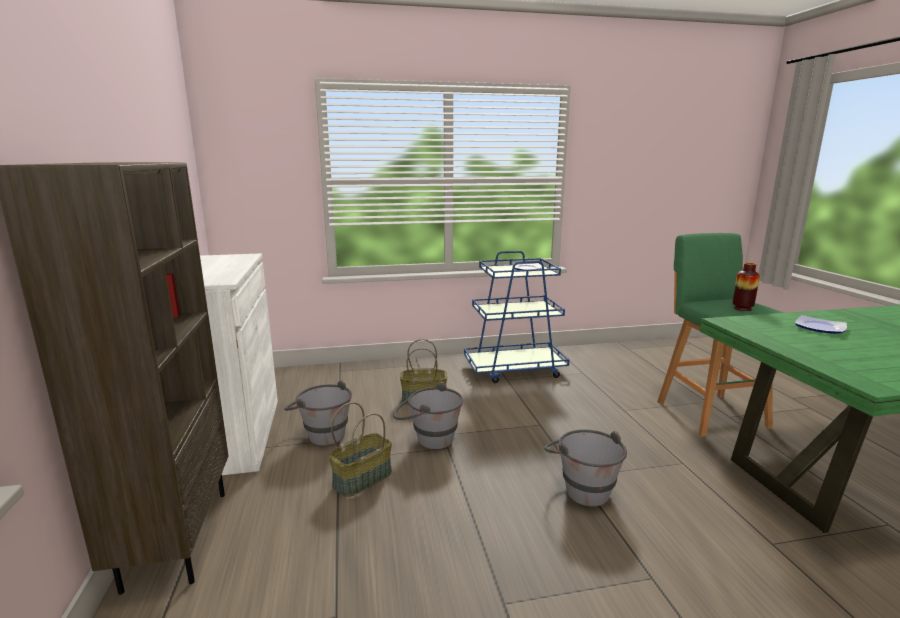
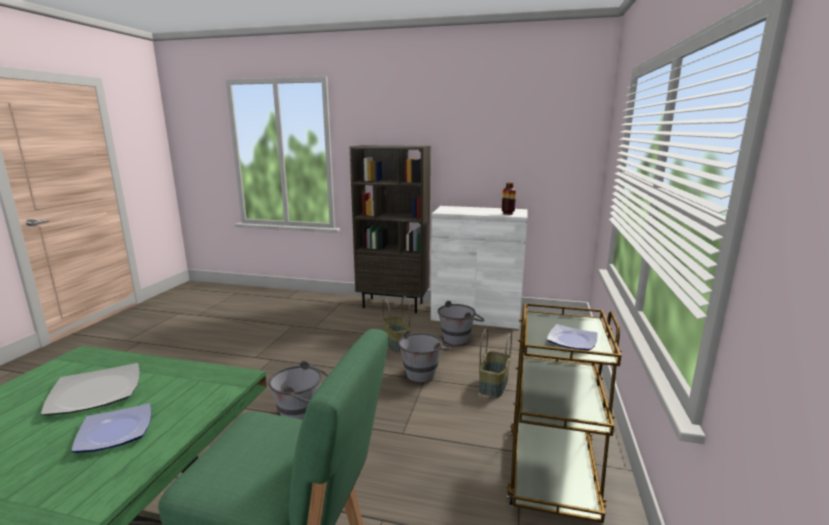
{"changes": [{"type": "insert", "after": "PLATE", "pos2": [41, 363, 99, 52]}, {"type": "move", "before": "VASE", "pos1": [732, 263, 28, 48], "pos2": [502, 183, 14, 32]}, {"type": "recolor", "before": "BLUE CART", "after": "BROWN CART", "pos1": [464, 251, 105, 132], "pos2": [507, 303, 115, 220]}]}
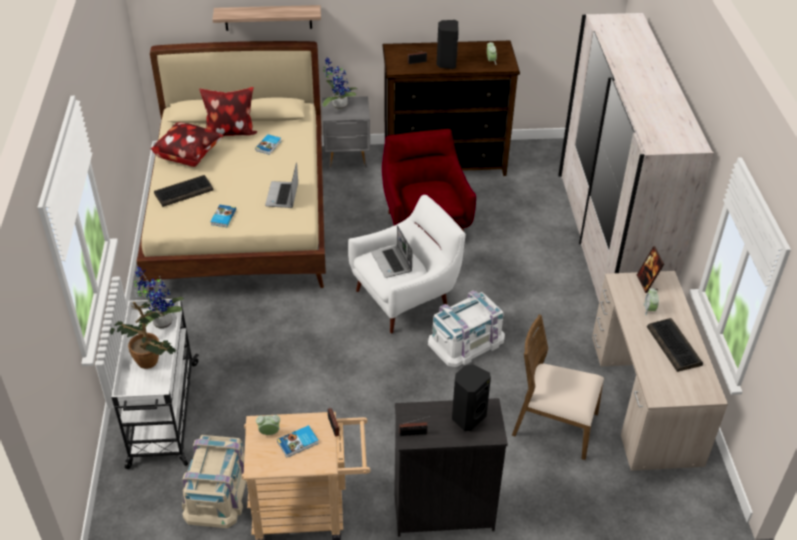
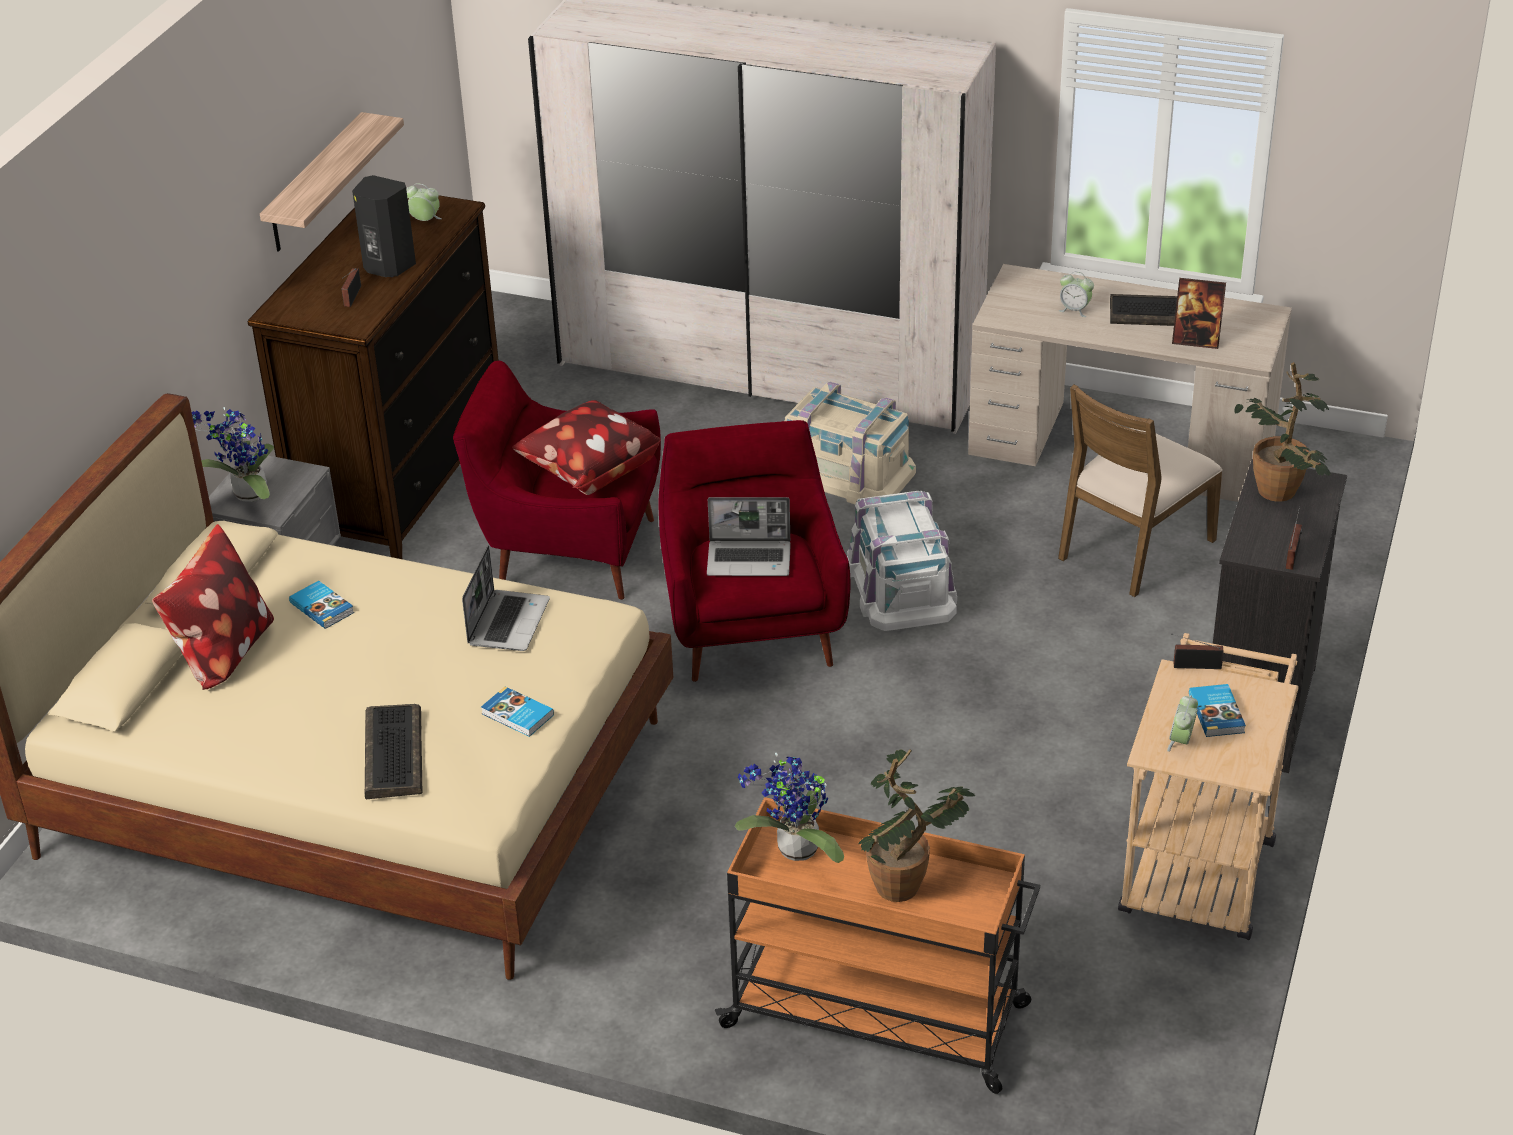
{"changes": [{"type": "move", "before": "SHELF", "pos1": [212, 5, 109, 26], "pos2": [260, 112, 144, 140]}, {"type": "rotate", "before": "LAPTOP", "pos1": [265, 162, 33, 46], "pos2": [462, 546, 88, 105], "turn": -105}, {"type": "move", "before": "PILLOW", "pos1": [151, 122, 73, 45], "pos2": [512, 400, 149, 95]}, {"type": "recolor", "before": "WHITE ARMCHAIR", "after": "RED ARMCHAIR", "pos1": [348, 195, 118, 138], "pos2": [659, 420, 191, 262]}, {"type": "recolor", "before": "WHITE CART", "after": "ORANGE CART", "pos1": [111, 299, 88, 170], "pos2": [715, 797, 325, 297]}, {"type": "move", "before": "BEIGE STORAGE BOX", "pos1": [182, 435, 65, 93], "pos2": [785, 382, 131, 122]}, {"type": "move", "before": "PICTURE FRAME", "pos1": [637, 246, 27, 47], "pos2": [1172, 278, 54, 71]}, {"type": "replace", "before": "BLACK SPEAKER", "after": "POTTED PLANT", "pos1": [452, 364, 39, 67], "pos2": [1234, 362, 97, 140]}]}
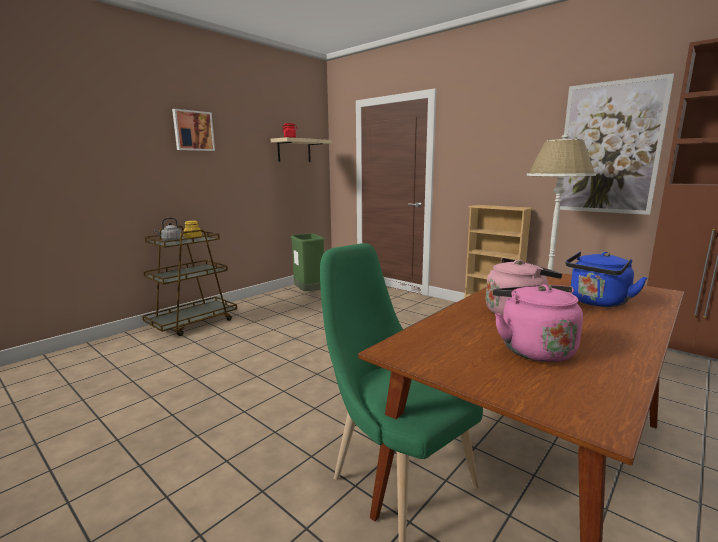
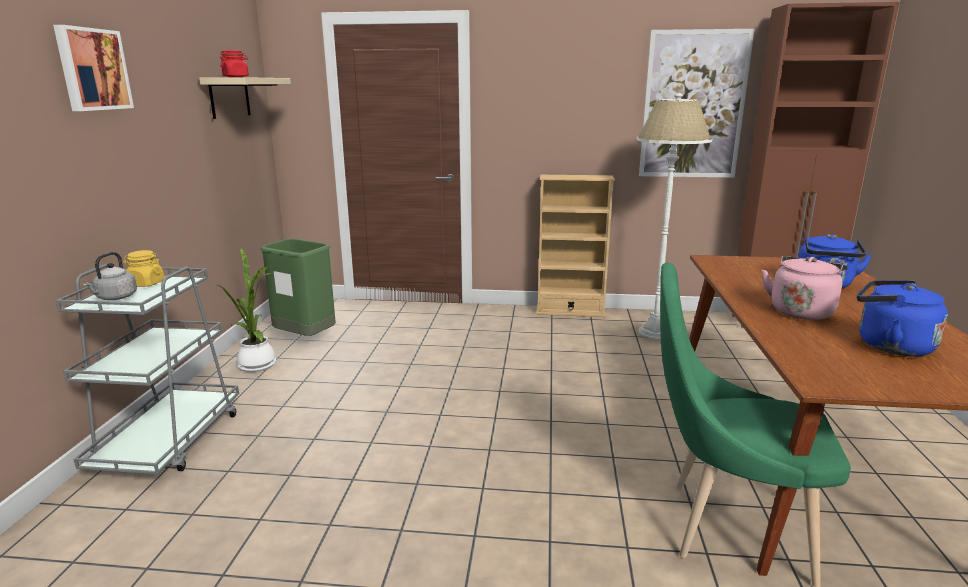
{"changes": [{"type": "recolor", "before": "BROWN CART", "after": "GREY CART", "pos1": [142, 226, 95, 110], "pos2": [55, 264, 184, 210]}, {"type": "insert", "after": "POTTED PLANT", "pos2": [218, 248, 58, 124]}, {"type": "recolor", "before": "PINK KETTLE", "after": "BLUE KETTLE", "pos1": [493, 284, 90, 78], "pos2": [857, 280, 91, 76]}]}
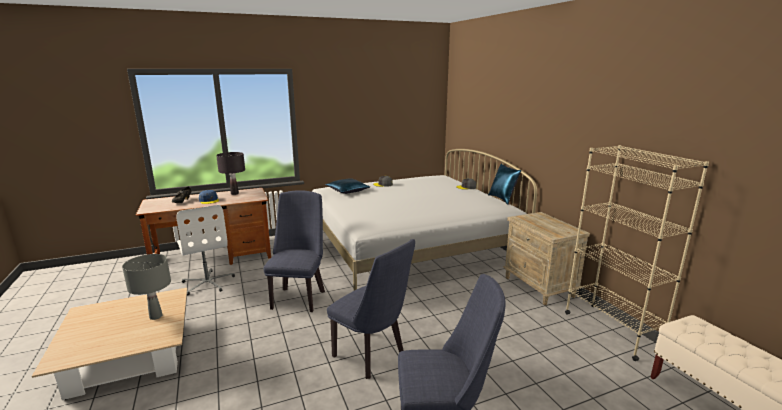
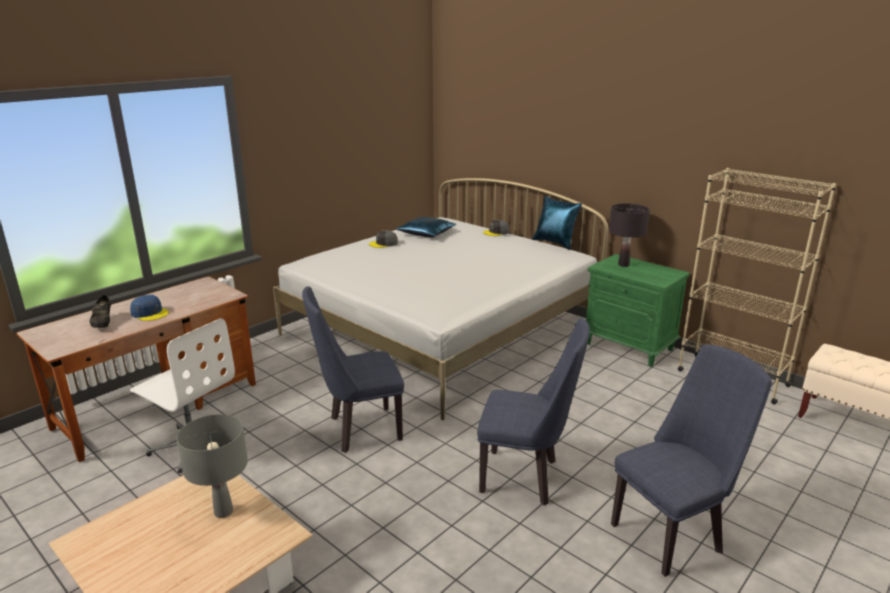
{"changes": [{"type": "rotate", "before": "BLUE CHAIR", "pos1": [264, 190, 61, 122], "pos2": [302, 287, 102, 166], "turn": -90}, {"type": "move", "before": "BLUE PILLOW", "pos1": [325, 178, 45, 16], "pos2": [396, 216, 60, 21]}, {"type": "recolor", "before": "BEIGE NIGHTSTAND", "after": "GREEN NIGHTSTAND", "pos1": [503, 212, 87, 93], "pos2": [586, 254, 103, 113]}, {"type": "move", "before": "BLACK TABLE LAMP", "pos1": [216, 152, 29, 43], "pos2": [609, 204, 41, 63]}]}
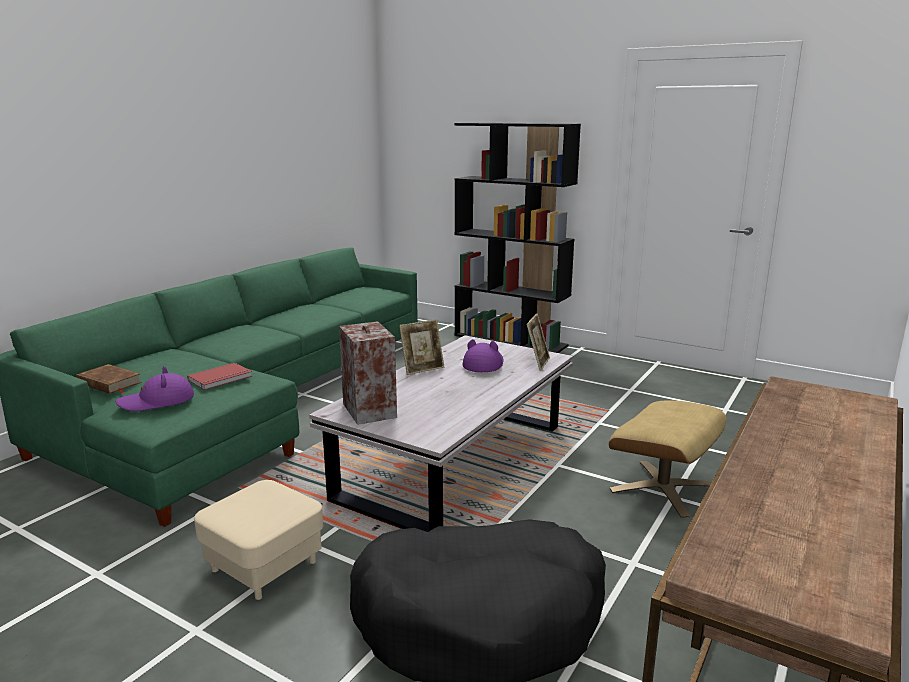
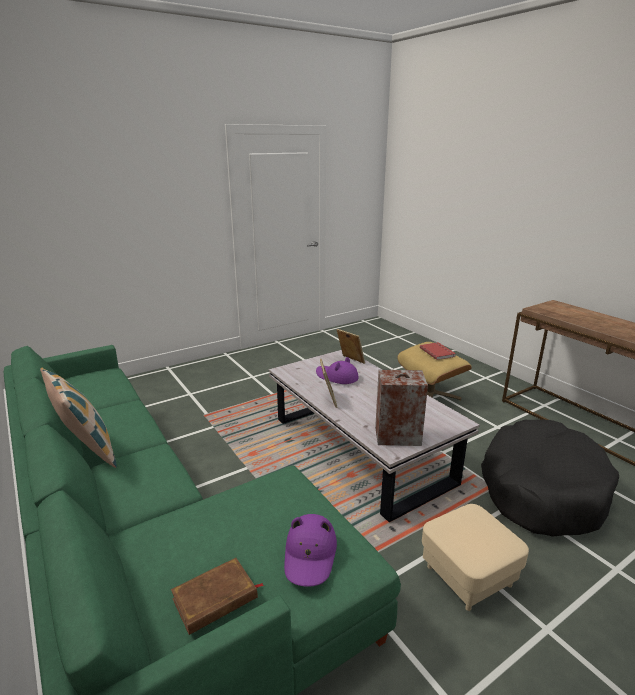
{"changes": [{"type": "insert", "after": "PILLOW", "pos2": [40, 367, 77, 101]}, {"type": "move", "before": "RED BOOK", "pos1": [187, 363, 65, 27], "pos2": [420, 342, 36, 18]}, {"type": "delete", "before": "BLACK BOOKCASE", "pos1": [455, 123, 126, 230]}]}
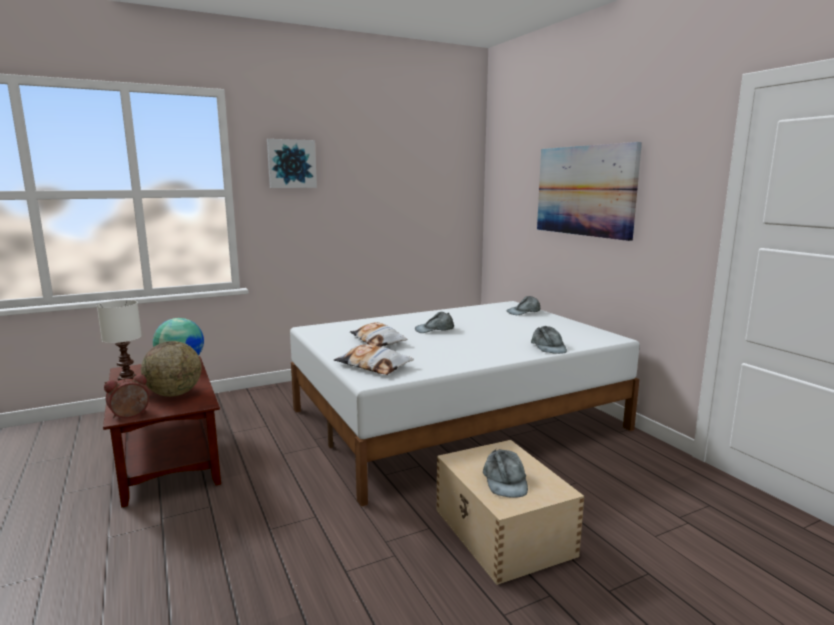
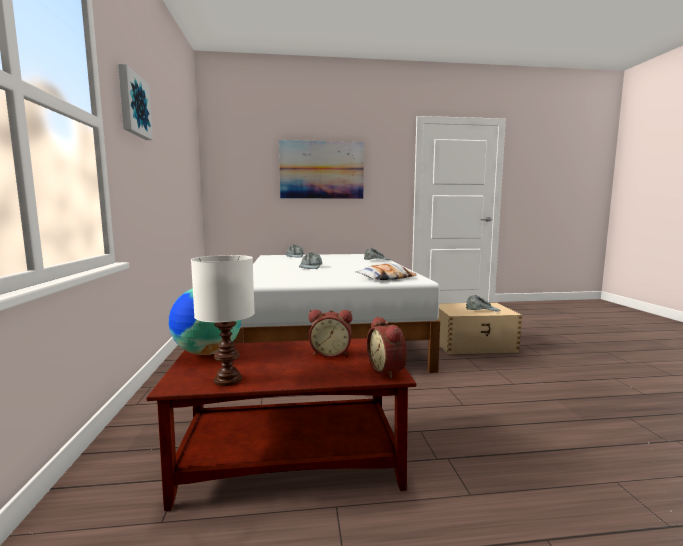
{"changes": [{"type": "replace", "before": "GLOBE", "after": "ALARM CLOCK", "pos1": [141, 341, 60, 56], "pos2": [309, 310, 43, 48]}, {"type": "delete", "before": "PILLOW", "pos1": [350, 322, 57, 25]}]}
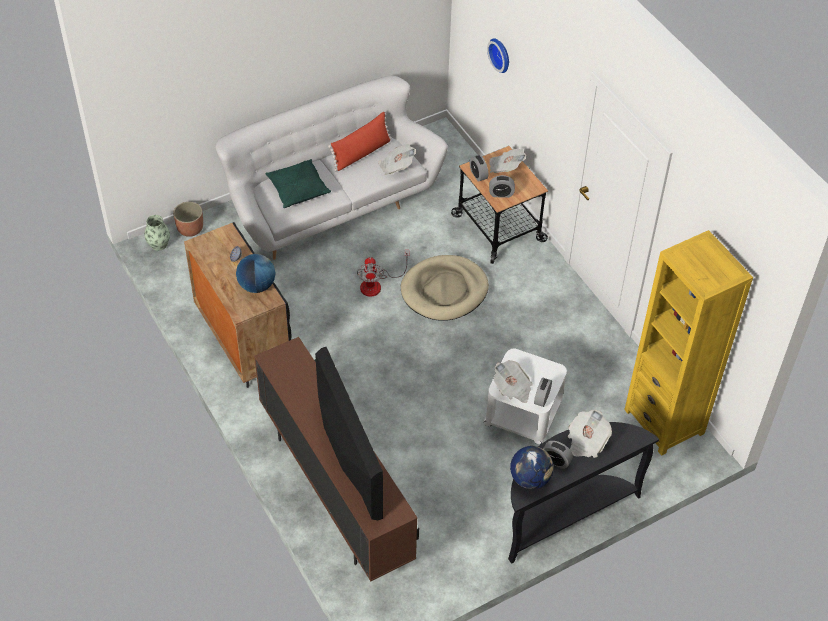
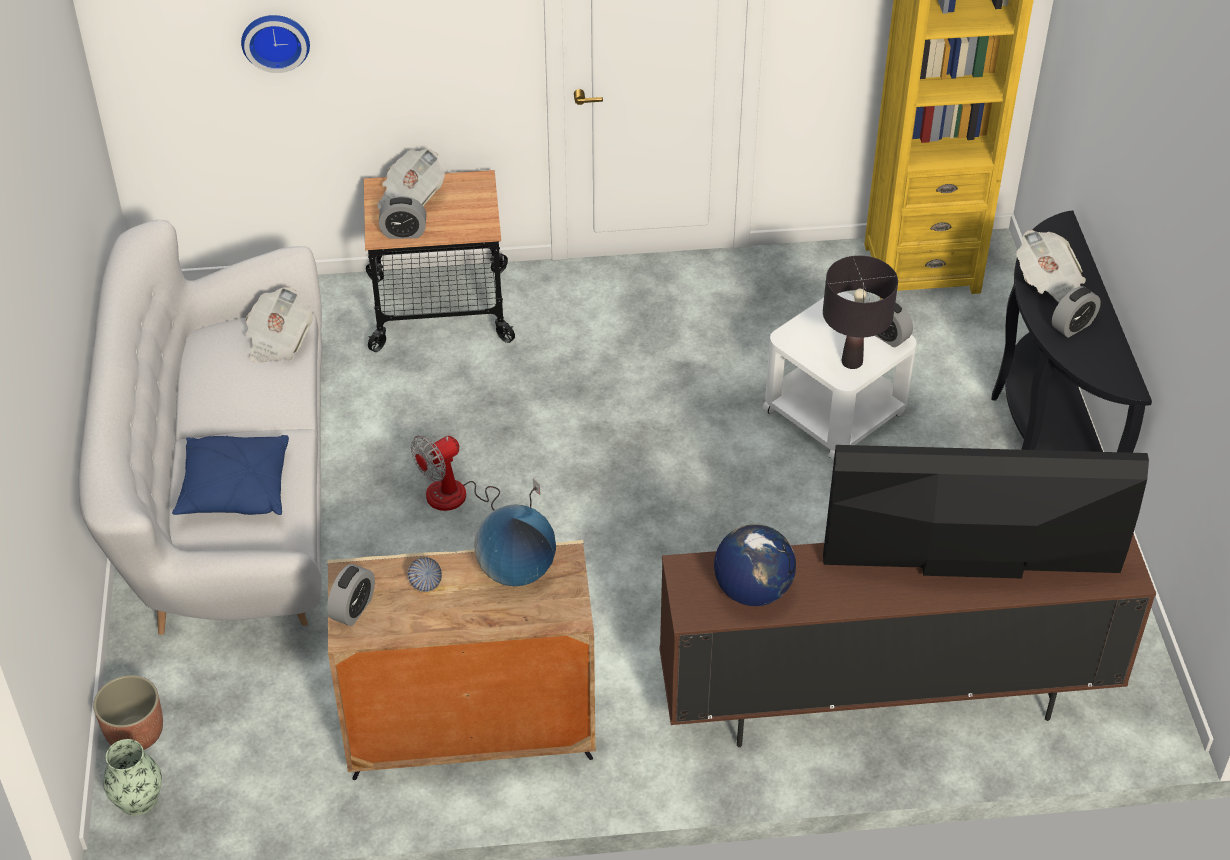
{"changes": [{"type": "recolor", "before": "GREEN PILLOW", "after": "BLUE PILLOW", "pos1": [265, 159, 66, 49], "pos2": [172, 435, 117, 80]}, {"type": "move", "before": "ALARM CLOCK", "pos1": [489, 175, 26, 23], "pos2": [327, 564, 48, 62]}, {"type": "recolor", "before": "BLACK CABINET", "after": "BEIGE CABINET", "pos1": [184, 222, 108, 166], "pos2": [328, 540, 268, 240]}, {"type": "rotate", "before": "FAN", "pos1": [357, 250, 52, 47], "pos2": [411, 435, 129, 76], "turn": 120}, {"type": "move", "before": "GLOBE", "pos1": [510, 446, 44, 43], "pos2": [714, 524, 82, 82]}, {"type": "replace", "before": "NEWSPAPER", "after": "BLACK TABLE LAMP", "pos1": [494, 360, 39, 43], "pos2": [823, 255, 75, 114]}, {"type": "delete", "before": "RED PILLOW", "pos1": [328, 112, 64, 59]}, {"type": "delete", "before": "BEIGE DOG BED", "pos1": [401, 255, 88, 66]}]}
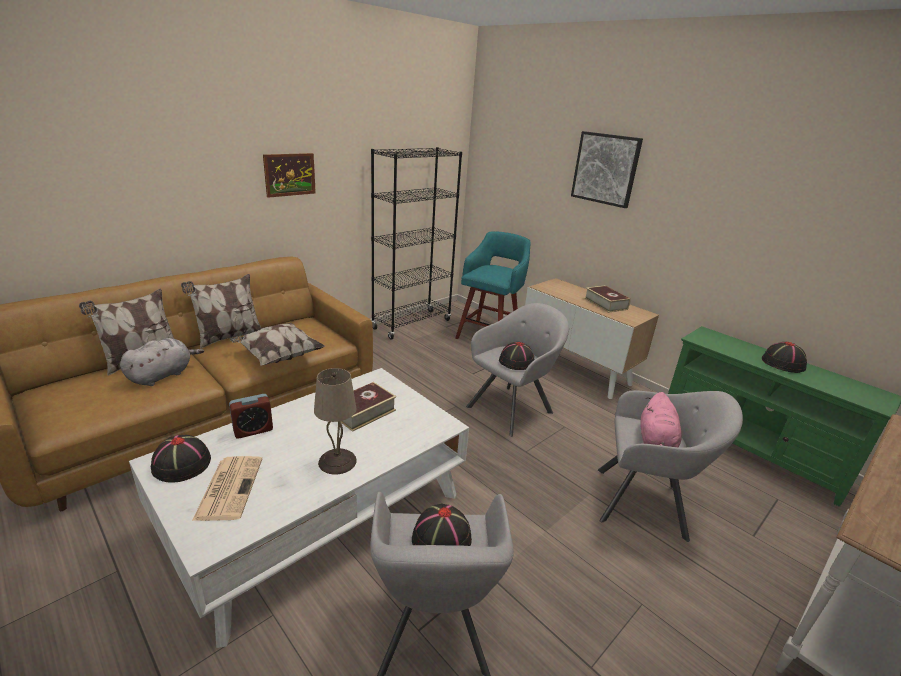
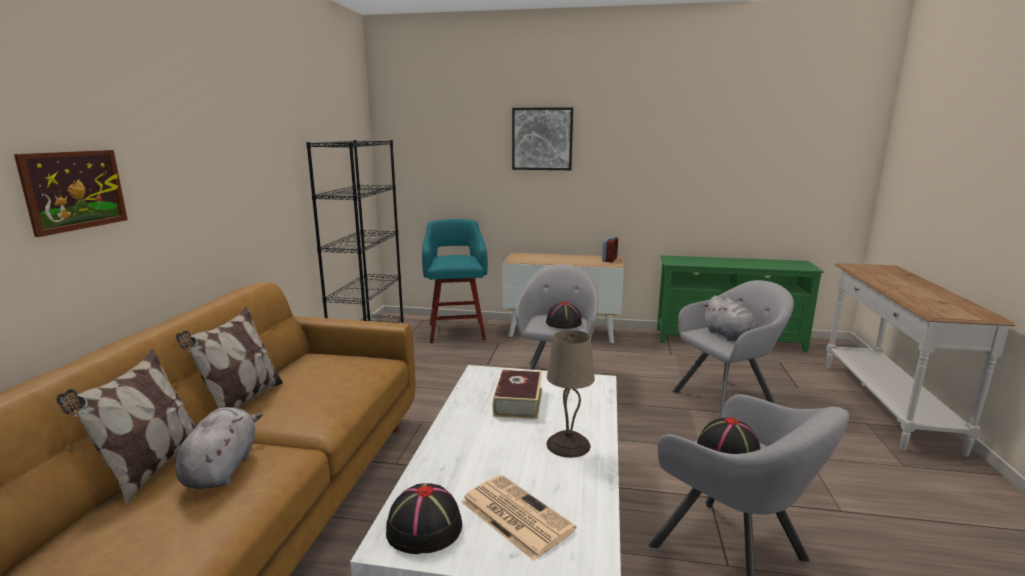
{"changes": [{"type": "move", "before": "PICTURE", "pos1": [263, 153, 53, 45], "pos2": [14, 150, 114, 87]}, {"type": "move", "before": "ALARM CLOCK", "pos1": [229, 394, 44, 45], "pos2": [602, 236, 16, 26]}, {"type": "recolor", "before": "PINK PLUSH TOY", "after": "GREY PLUSH TOY", "pos1": [640, 392, 42, 55], "pos2": [703, 296, 53, 45]}, {"type": "delete", "before": "PILLOW", "pos1": [230, 323, 95, 43]}, {"type": "delete", "before": "BOOK", "pos1": [584, 286, 47, 27]}, {"type": "delete", "before": "BLACK HAT", "pos1": [762, 342, 45, 31]}]}
